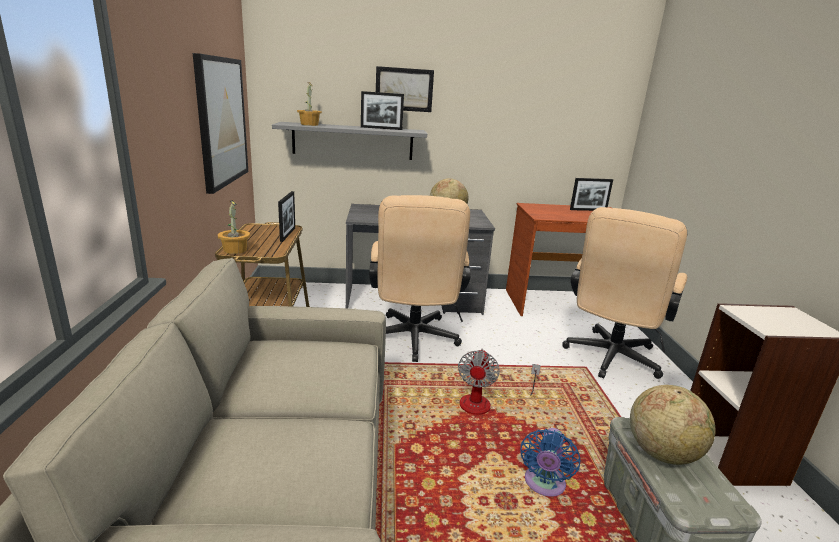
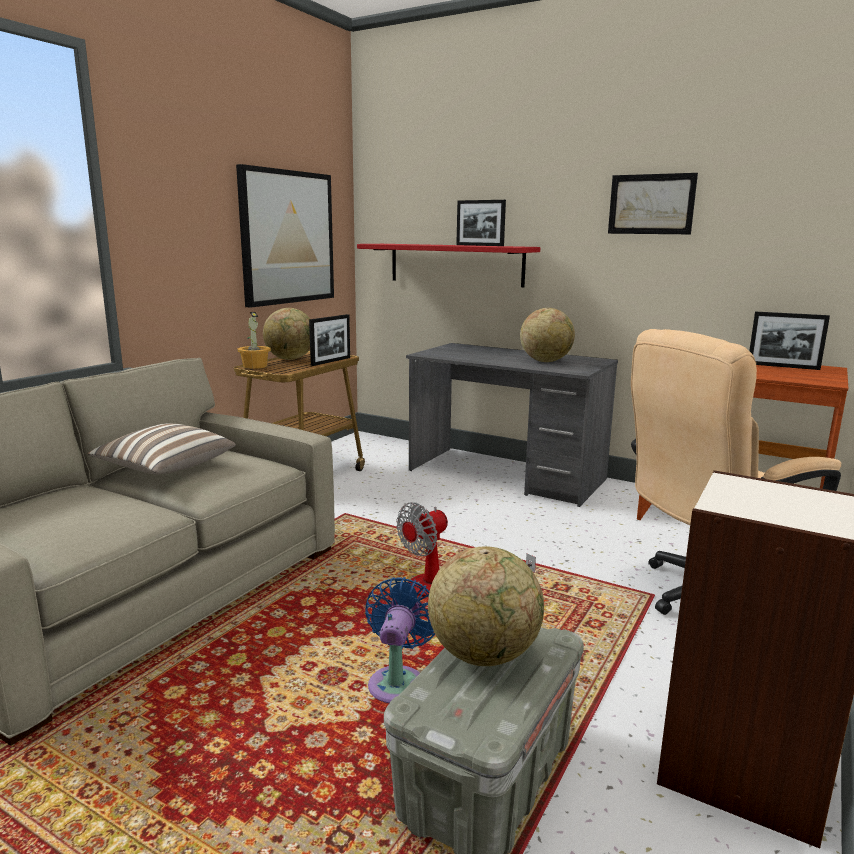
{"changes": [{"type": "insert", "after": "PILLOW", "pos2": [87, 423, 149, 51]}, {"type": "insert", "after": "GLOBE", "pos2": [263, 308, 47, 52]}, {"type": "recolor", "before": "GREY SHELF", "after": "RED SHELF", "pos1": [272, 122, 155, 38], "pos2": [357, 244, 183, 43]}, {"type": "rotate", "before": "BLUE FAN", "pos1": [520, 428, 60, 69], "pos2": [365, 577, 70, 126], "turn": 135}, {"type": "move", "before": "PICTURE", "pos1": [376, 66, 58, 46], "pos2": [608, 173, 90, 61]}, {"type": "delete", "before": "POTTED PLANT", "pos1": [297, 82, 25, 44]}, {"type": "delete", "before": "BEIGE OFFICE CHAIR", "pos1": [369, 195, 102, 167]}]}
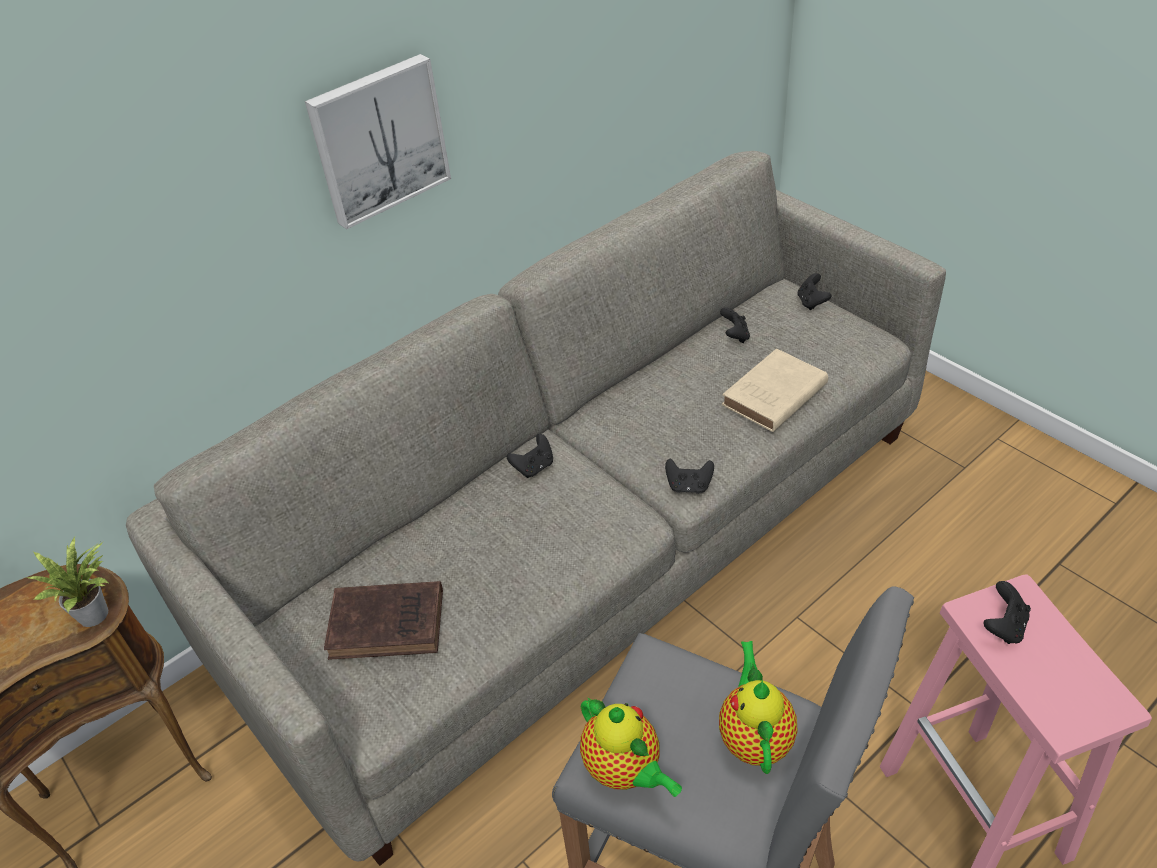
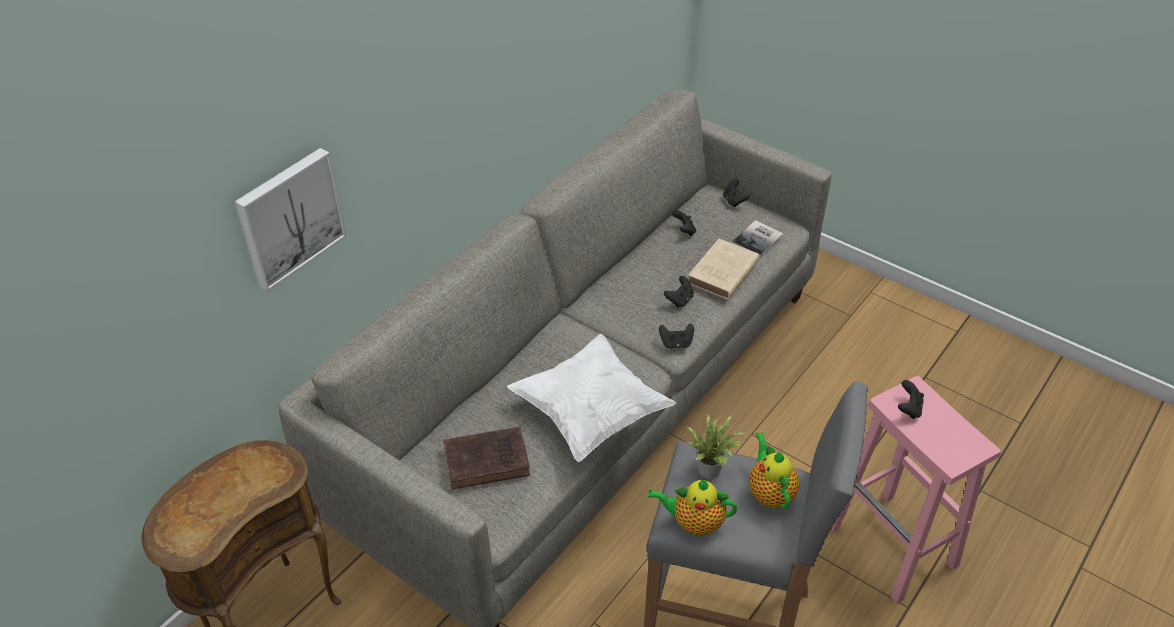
{"changes": [{"type": "move", "before": "PICTURE", "pos1": [305, 54, 146, 175], "pos2": [234, 148, 113, 144]}, {"type": "insert", "after": "WHITE PILLOW", "pos2": [507, 334, 169, 128]}, {"type": "rotate", "before": "TEAPOT", "pos1": [580, 697, 102, 100], "pos2": [648, 479, 89, 57], "turn": 150}, {"type": "move", "before": "BLACK GAME CONTROLLER", "pos1": [507, 434, 46, 44], "pos2": [664, 276, 30, 32]}, {"type": "move", "before": "POTTED PLANT", "pos1": [27, 537, 83, 90], "pos2": [687, 414, 59, 65]}, {"type": "insert", "after": "BOOK", "pos2": [732, 220, 51, 37]}]}
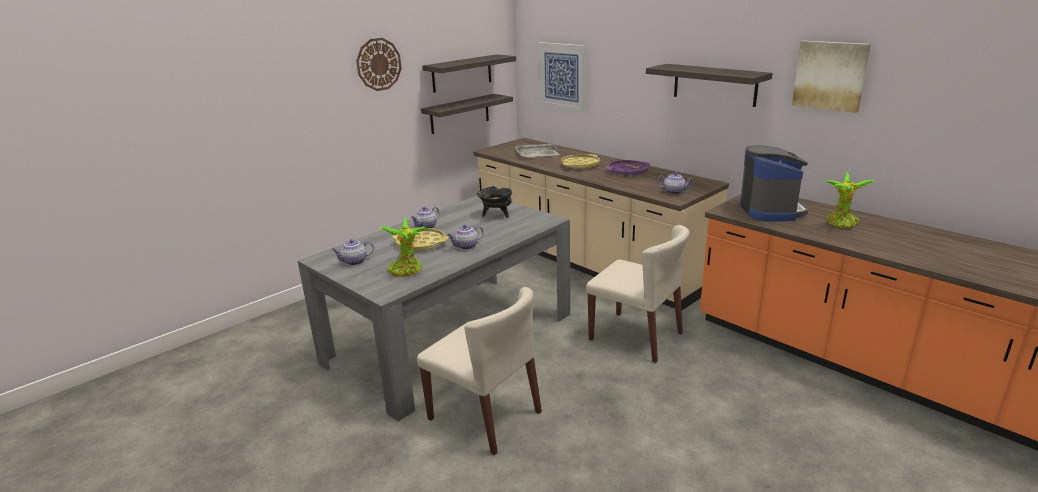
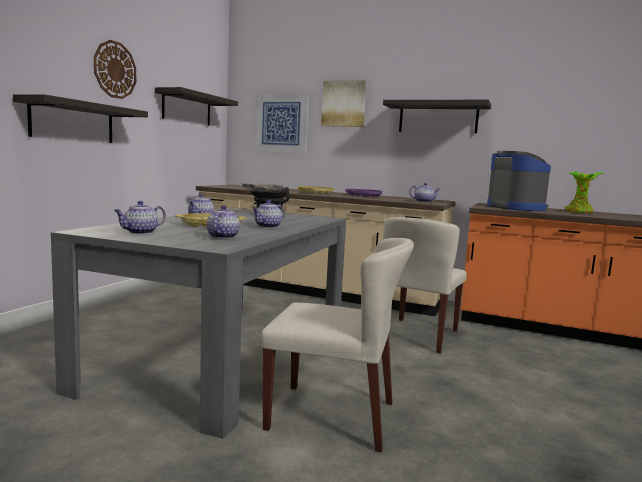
{"changes": [{"type": "move", "before": "SHELF", "pos1": [421, 94, 92, 40], "pos2": [13, 94, 135, 49]}, {"type": "replace", "before": "POTTED PLANT", "after": "TEAPOT", "pos1": [379, 217, 49, 60], "pos2": [206, 205, 34, 34]}, {"type": "move", "before": "PICTURE", "pos1": [792, 41, 79, 72], "pos2": [321, 80, 45, 47]}, {"type": "rotate", "before": "BEIGE CHAIR", "pos1": [586, 225, 104, 138], "pos2": [383, 217, 84, 137], "turn": 105}]}
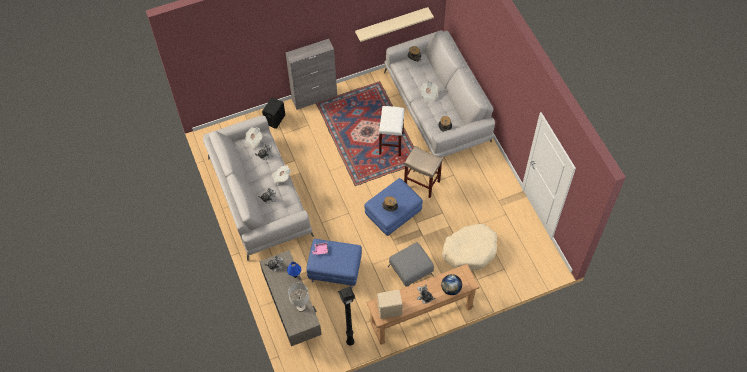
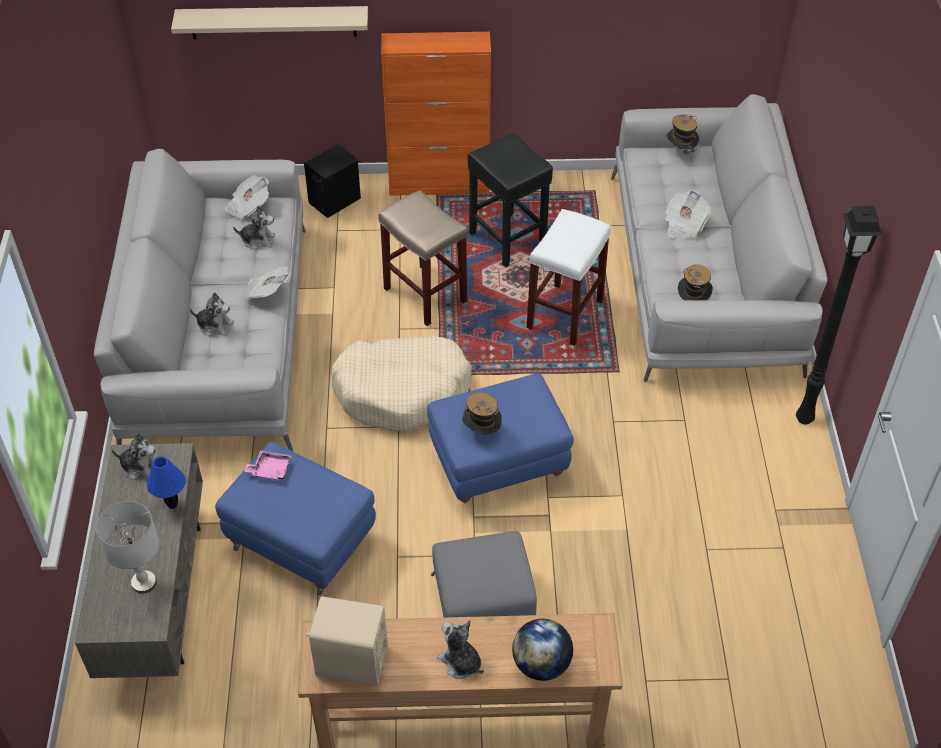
{"changes": [{"type": "move", "before": "BEIGE SHELF", "pos1": [355, 7, 79, 35], "pos2": [171, 6, 197, 33]}, {"type": "move", "before": "BEIGE DOG BED", "pos1": [442, 224, 55, 47], "pos2": [331, 336, 141, 95]}, {"type": "move", "before": "BEIGE STOOL", "pos1": [404, 146, 39, 52], "pos2": [378, 190, 90, 136]}, {"type": "recolor", "before": "GREY CABINET", "after": "ORANGE CABINET", "pos1": [286, 39, 51, 71], "pos2": [381, 32, 110, 164]}, {"type": "insert", "after": "BLACK STOOL", "pos2": [468, 133, 85, 135]}, {"type": "move", "before": "BLACK FLOOR LAMP", "pos1": [338, 287, 17, 59], "pos2": [796, 206, 87, 218]}]}
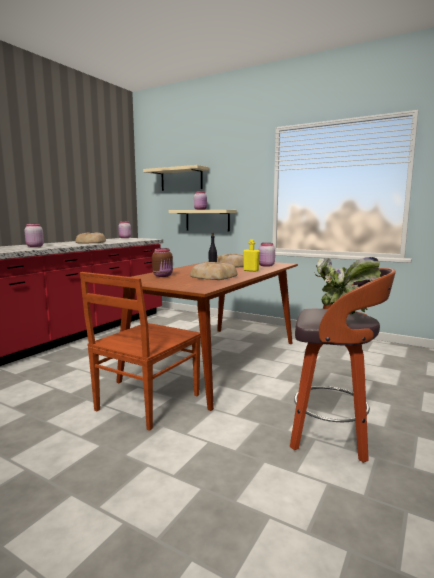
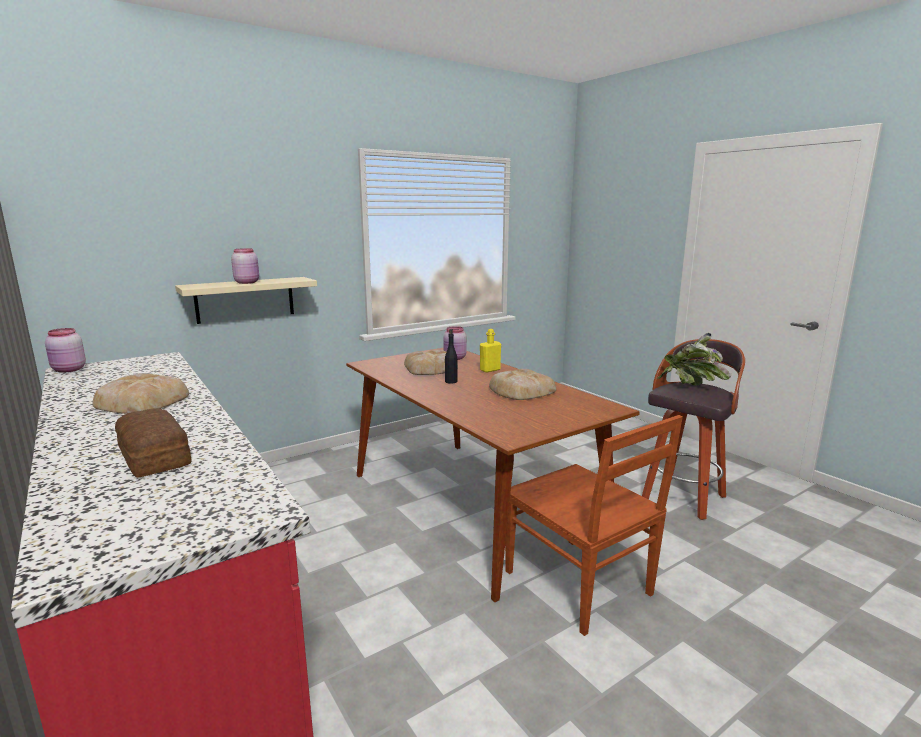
{"changes": [{"type": "replace", "before": "PINK JAR", "after": "BREAD", "pos1": [24, 224, 20, 23], "pos2": [115, 409, 77, 69]}, {"type": "delete", "before": "BEIGE SHELF", "pos1": [143, 165, 66, 26]}, {"type": "delete", "before": "BROWN JAR", "pos1": [152, 248, 21, 29]}]}
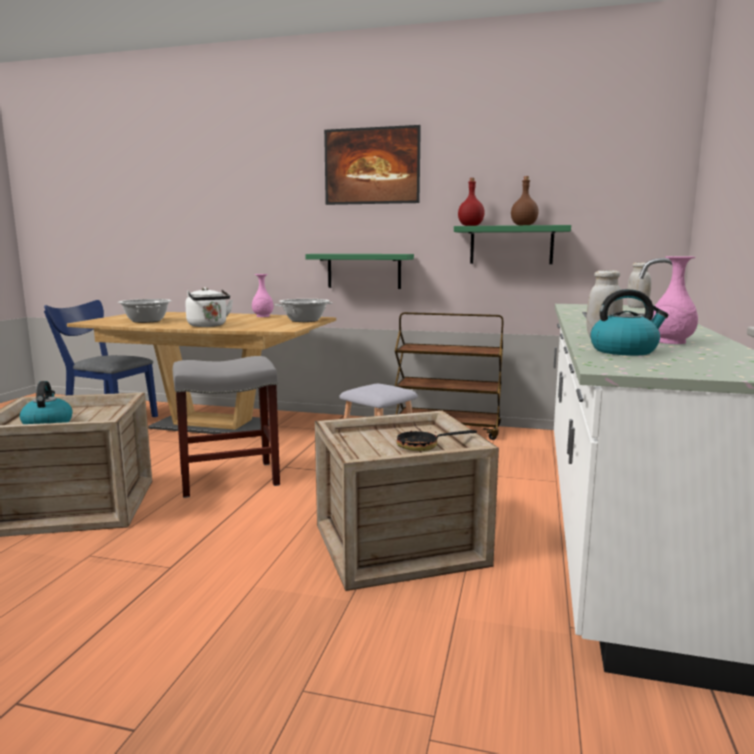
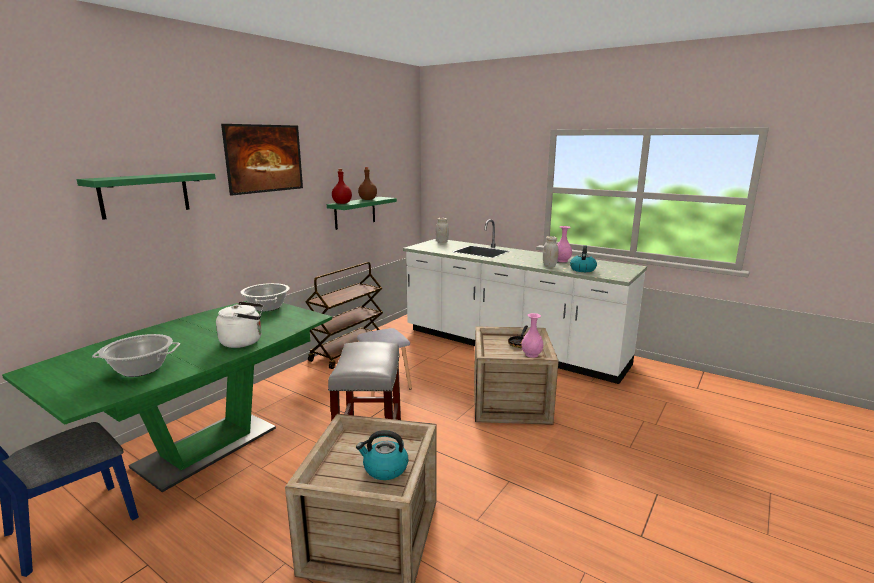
{"changes": [{"type": "recolor", "before": "BROWN DINING TABLE", "after": "GREEN DINING TABLE", "pos1": [67, 312, 269, 122], "pos2": [2, 301, 330, 191]}, {"type": "move", "before": "GREEN SHELF", "pos1": [305, 254, 109, 35], "pos2": [77, 172, 139, 48]}, {"type": "move", "before": "PINK VASE", "pos1": [252, 274, 21, 43], "pos2": [522, 313, 21, 45]}]}
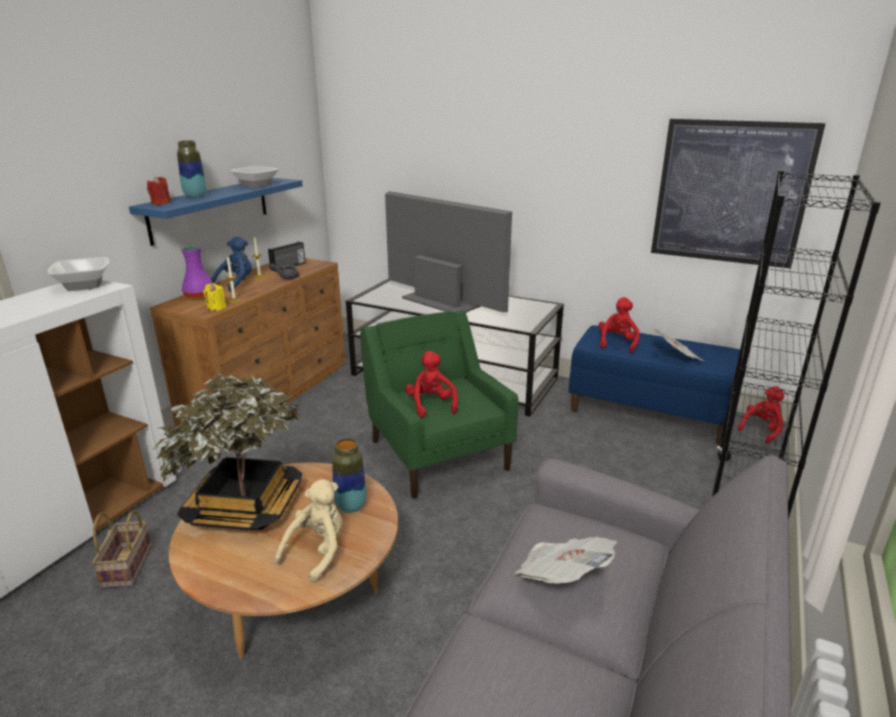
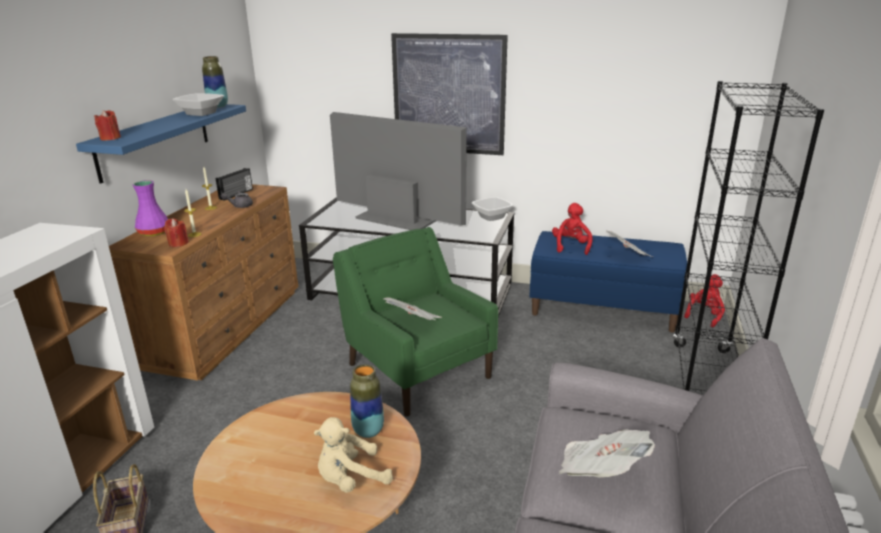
{"changes": [{"type": "recolor", "before": "YELLOW CANDLE", "after": "RED CANDLE", "pos1": [203, 283, 23, 28], "pos2": [164, 218, 25, 29]}, {"type": "move", "before": "VASE", "pos1": [177, 140, 30, 58], "pos2": [202, 56, 26, 52]}, {"type": "rotate", "before": "BEIGE PLUSH TOY", "pos1": [274, 479, 69, 104], "pos2": [314, 417, 79, 76], "turn": -135}, {"type": "replace", "before": "RED PLUSH TOY", "after": "NEWSPAPER", "pos1": [405, 351, 53, 66], "pos2": [384, 297, 57, 23]}, {"type": "move", "before": "PICTURE", "pos1": [651, 119, 175, 149], "pos2": [391, 33, 117, 122]}, {"type": "move", "before": "BOWL", "pos1": [47, 257, 62, 34], "pos2": [471, 197, 42, 24]}, {"type": "delete", "before": "POTTED PLANT", "pos1": [152, 374, 151, 156]}, {"type": "delete", "before": "BLUE PLUSH TOY", "pos1": [211, 237, 41, 55]}]}
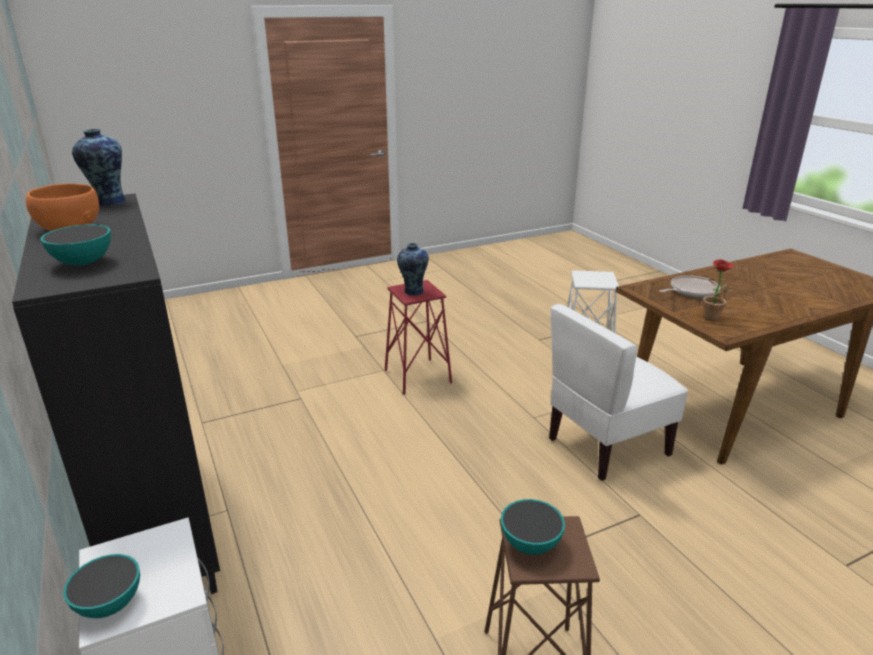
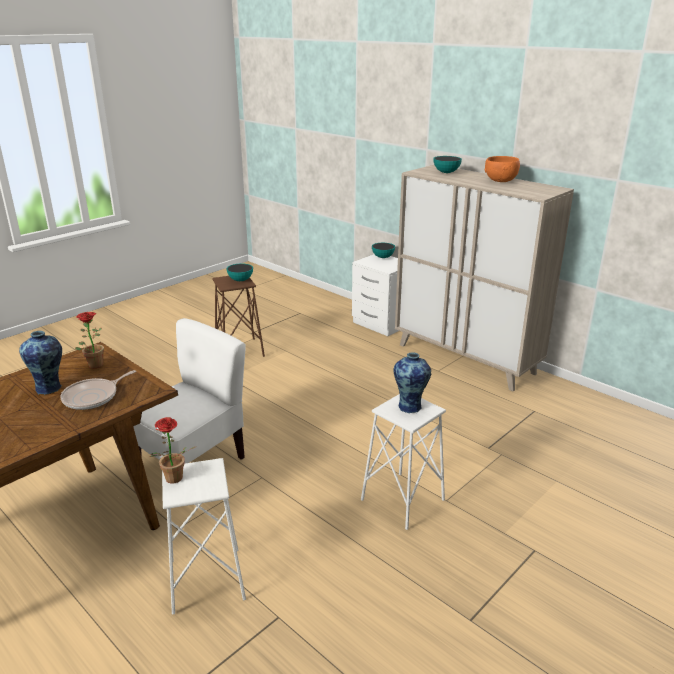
{"changes": [{"type": "move", "before": "VASE", "pos1": [72, 129, 53, 77], "pos2": [19, 331, 43, 64]}, {"type": "insert", "after": "POTTED PLANT", "pos2": [149, 417, 46, 67]}, {"type": "recolor", "before": "RED STOOL", "after": "WHITE STOOL", "pos1": [385, 280, 67, 114], "pos2": [361, 394, 85, 136]}, {"type": "recolor", "before": "BLACK CABINET", "after": "BEIGE CABINET", "pos1": [12, 194, 208, 400], "pos2": [395, 165, 179, 226]}]}
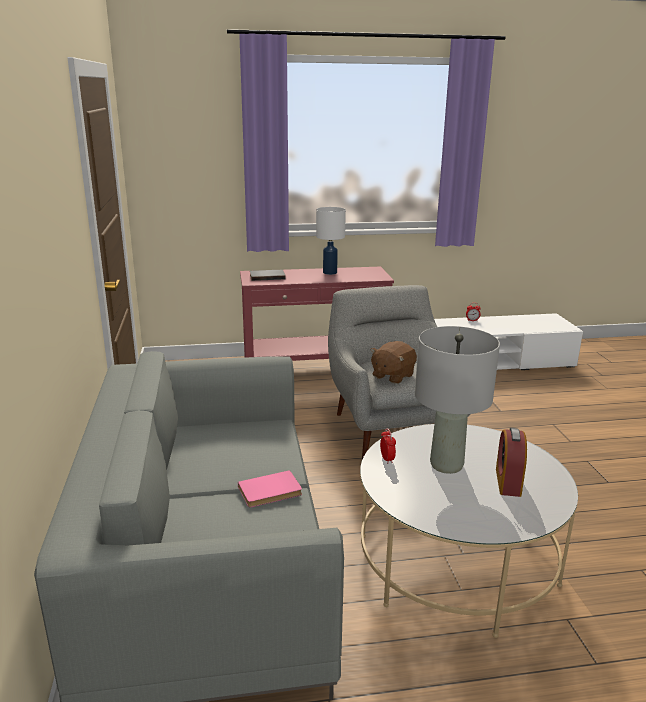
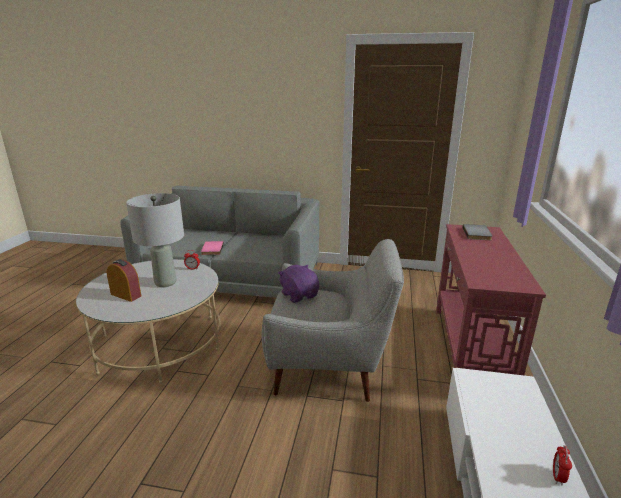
{"changes": [{"type": "recolor", "before": "BROWN PLUSH TOY", "after": "PURPLE PLUSH TOY", "pos1": [370, 341, 47, 43], "pos2": [278, 265, 41, 38]}, {"type": "delete", "before": "WHITE TABLE LAMP", "pos1": [316, 207, 30, 68]}]}
